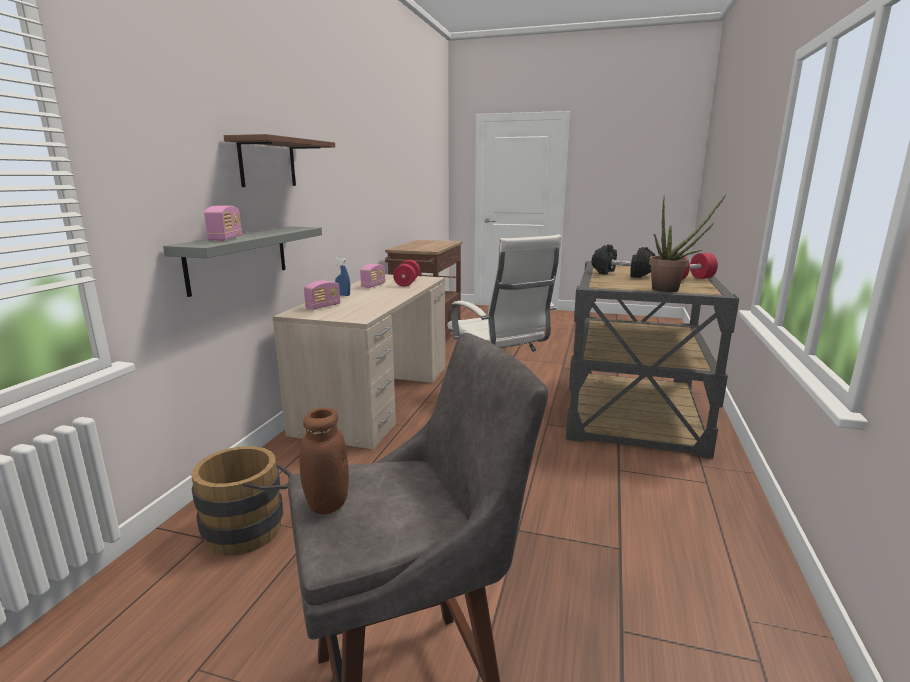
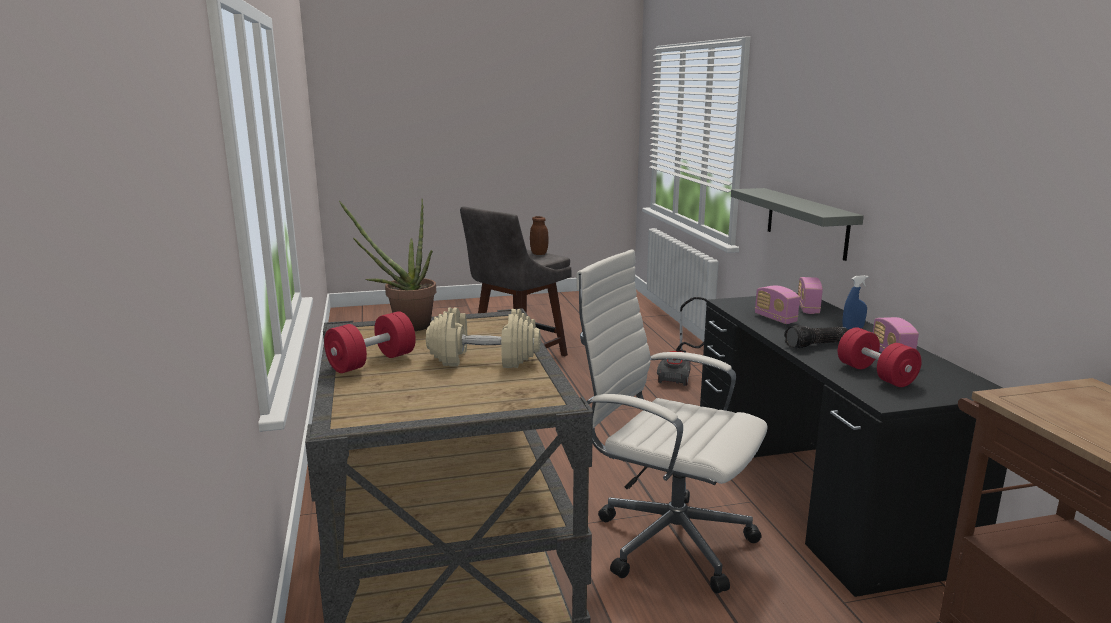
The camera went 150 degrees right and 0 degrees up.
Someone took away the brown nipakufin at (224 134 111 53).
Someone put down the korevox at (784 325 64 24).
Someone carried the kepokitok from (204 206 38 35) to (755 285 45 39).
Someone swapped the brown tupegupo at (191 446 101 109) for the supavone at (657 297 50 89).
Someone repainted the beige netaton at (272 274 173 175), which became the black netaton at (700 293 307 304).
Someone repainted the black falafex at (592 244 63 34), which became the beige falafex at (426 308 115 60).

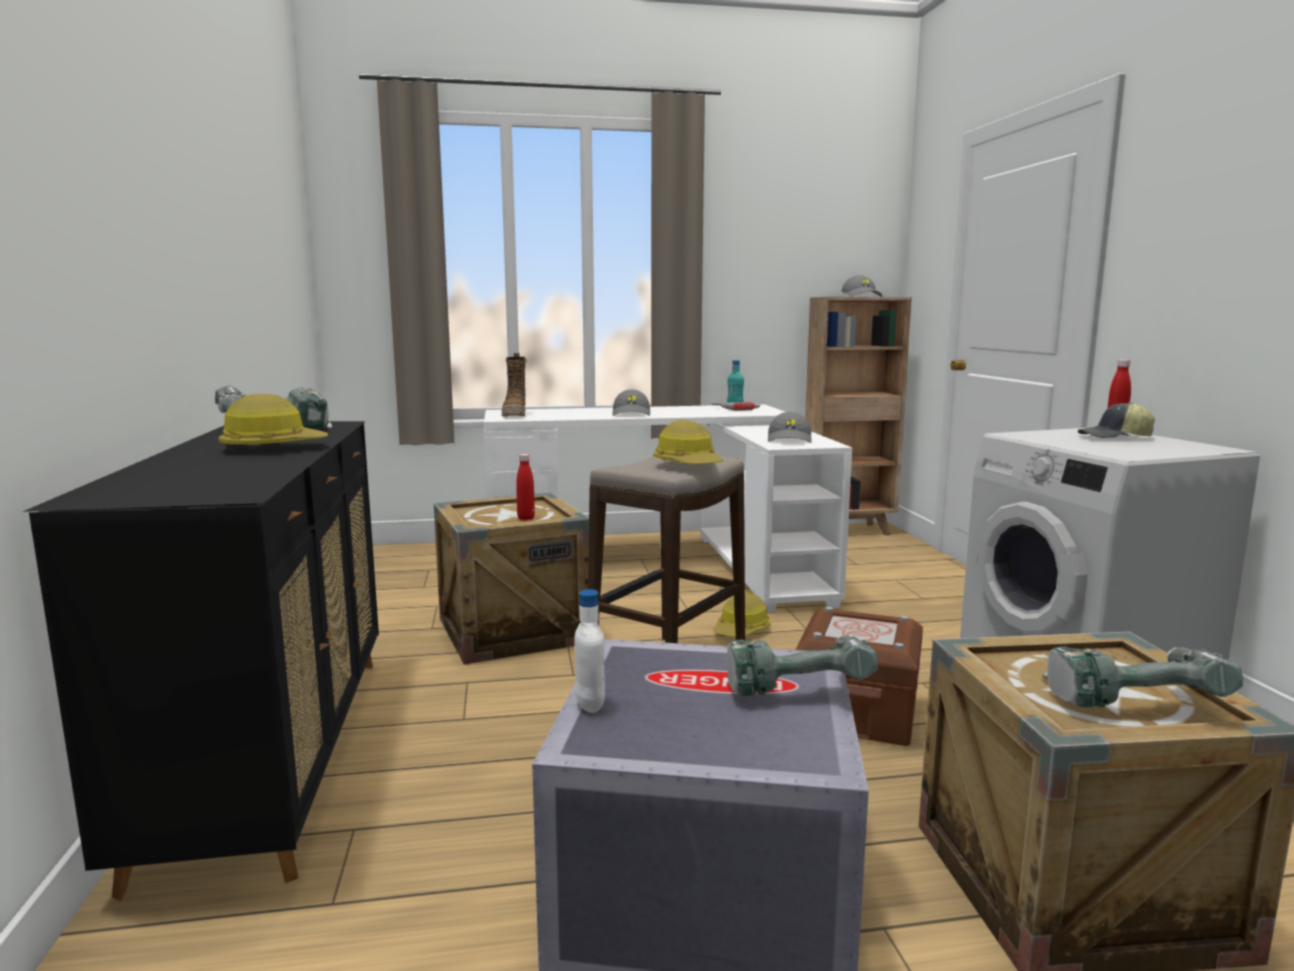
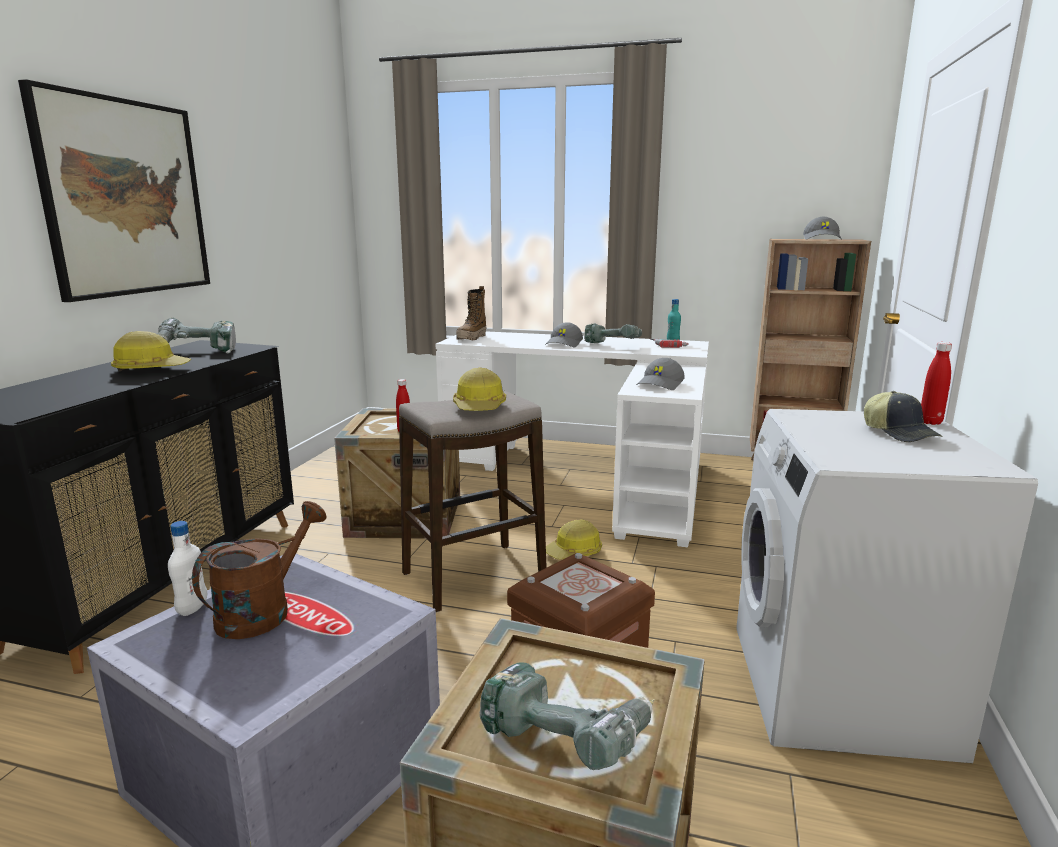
The camera went 25 degrees right and 5 degrees up.
Someone put up the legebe at (18 79 192 223).
Someone put down the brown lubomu at (192 501 135 138).
Someone carried the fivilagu from (727 635 151 61) to (584 323 58 20).
Someone rotated the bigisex at (1078 402 77 36) by 135 degrees counterclockwise.

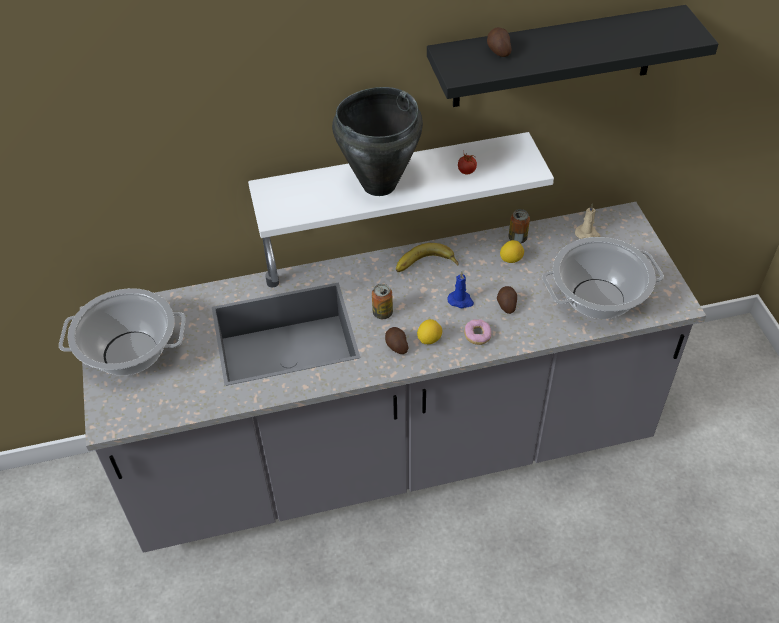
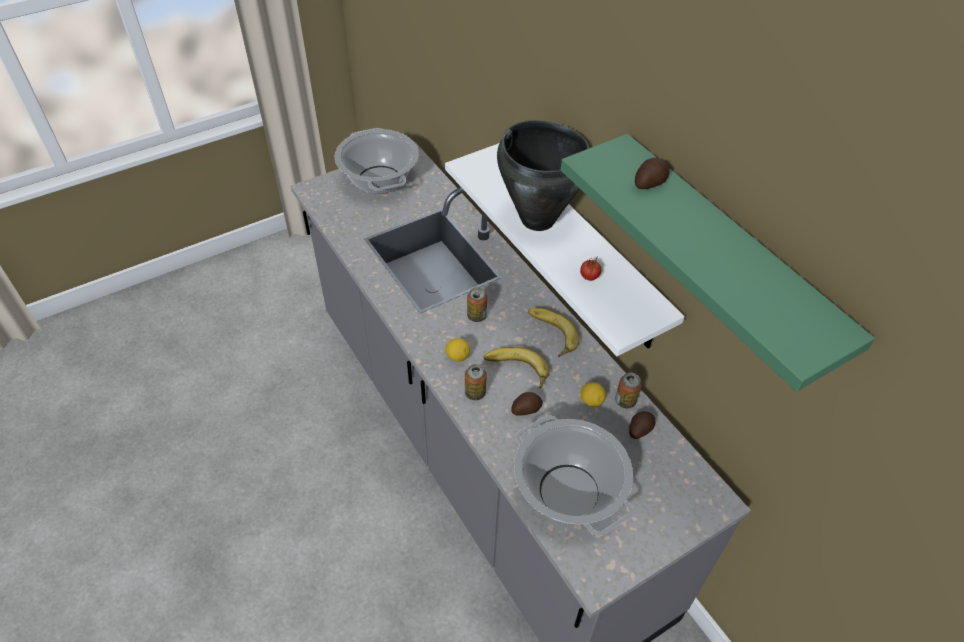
The camera went 70 degrees right and 0 degrees up.
Someone took away the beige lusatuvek at (575 204 25 35).
Someone carried the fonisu from (385 327 23 27) to (629 411 26 28).
Someone swapped the blue lusatuvek at (447 271 27 37) for the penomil at (484 347 65 41).
Someone swapped the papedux at (464 319 28 26) for the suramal at (465 364 21 36).
Someone repainted the black nipakufin at (427 5 292 102), which became the green nipakufin at (561 134 314 258).

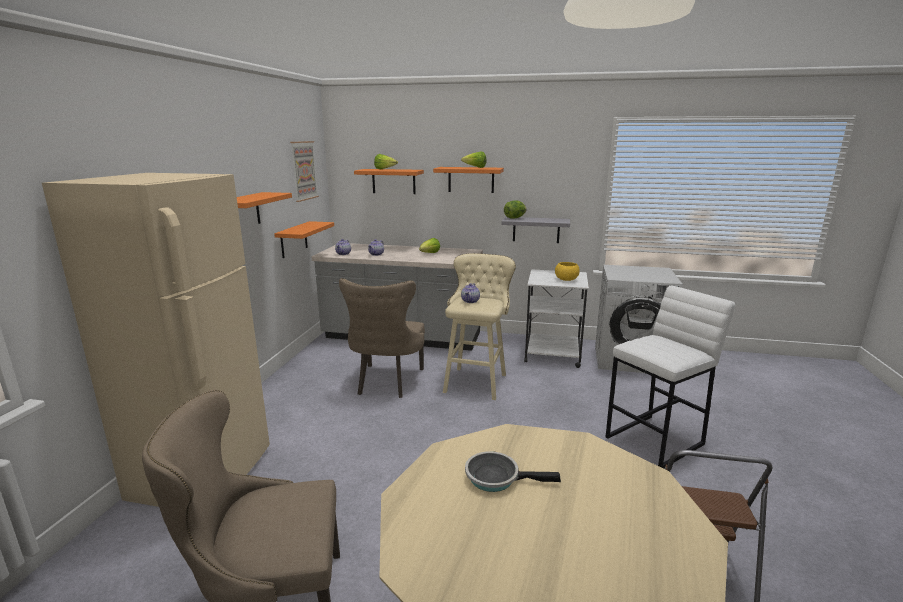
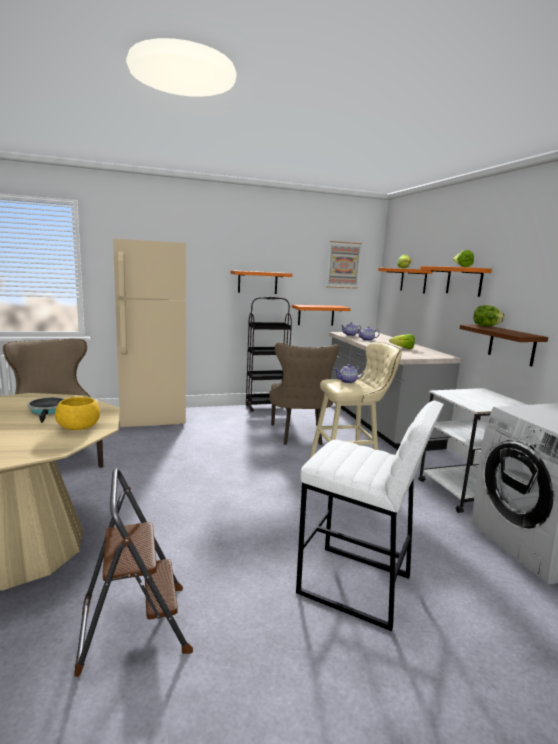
The camera went 60 degrees right and 5 degrees down.
Someone put down the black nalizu at (245 297 47 115).
Someone carried the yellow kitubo from (555 262 25 19) to (55 397 45 33).
Someone repainted the grey nipakufin at (501 217 69 26), which became the brown nipakufin at (460 325 88 42).
Someone rotated the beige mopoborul at (339 278 86 120) by 75 degrees counterclockwise.

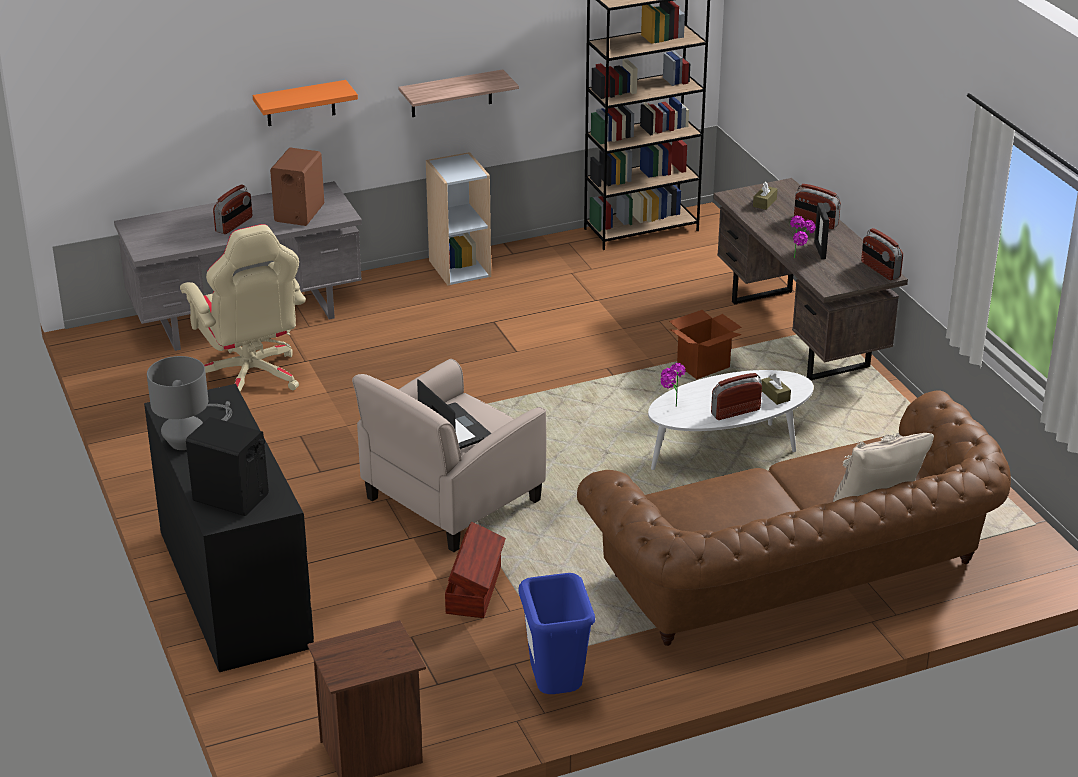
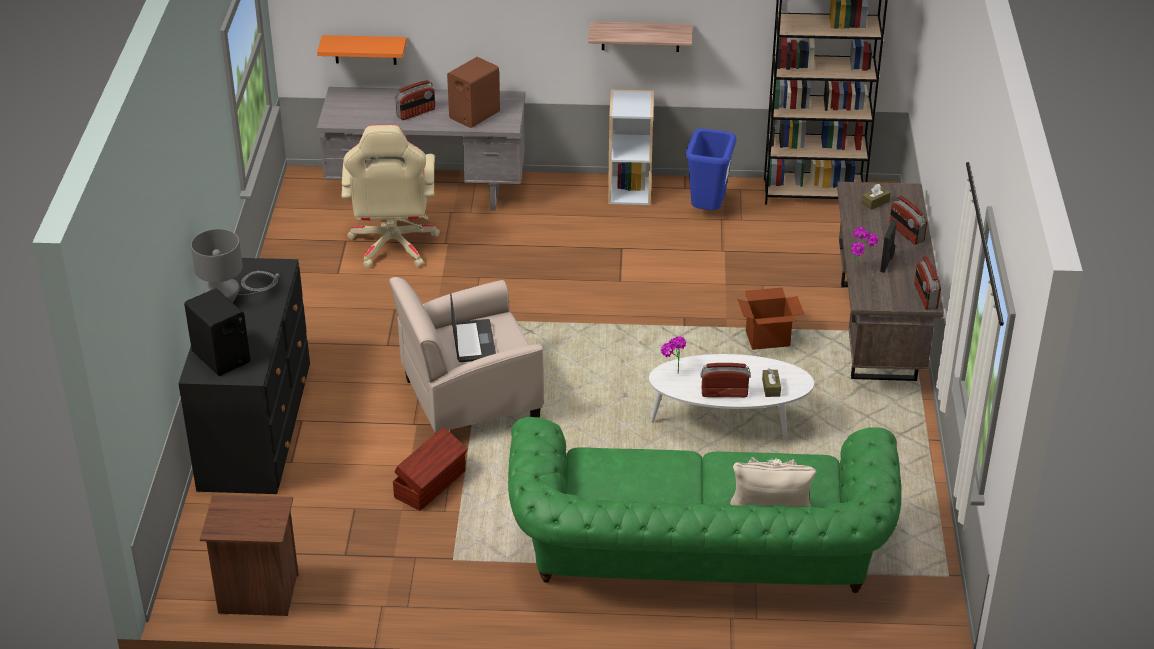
The camera went 25 degrees right and 5 degrees up.
Someone carried the orange nipakufin from (253 80 105 46) to (317 35 90 30).
Someone carried the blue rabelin from (519 573 76 121) to (685 128 51 82).
Someone repainted the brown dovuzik at (577 390 434 256), which became the green dovuzik at (508 417 393 176).

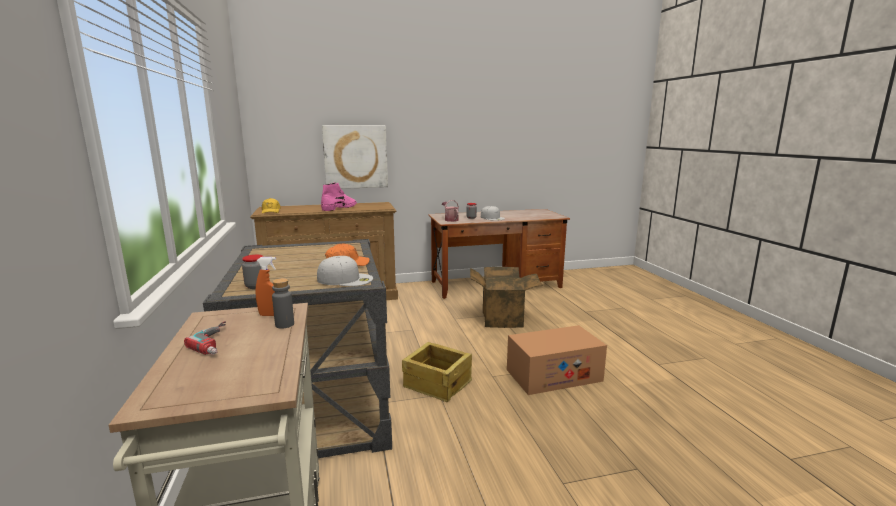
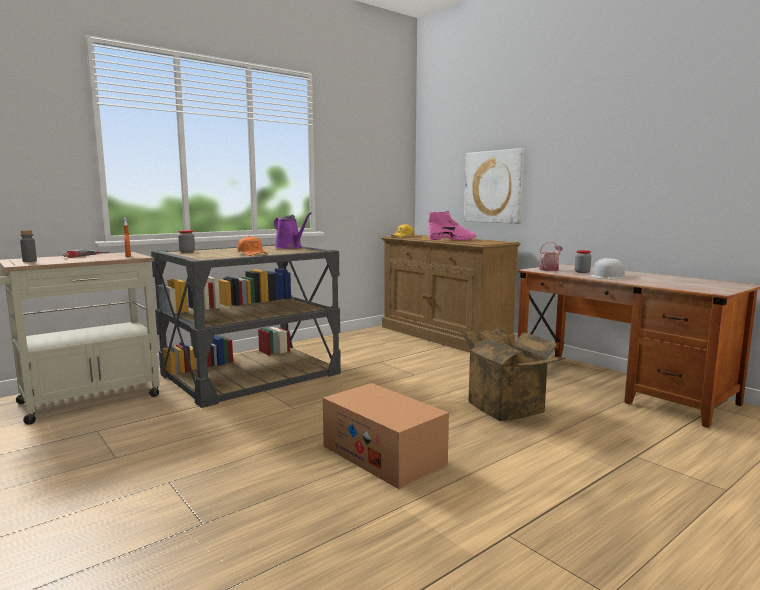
The camera went 65 degrees right and 5 degrees down.
Someone took away the white bigisex at (317 256 56 30).
Someone took away the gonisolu at (402 342 70 60).
Someone put down the purple lubomu at (274 212 38 37).
Someone carried the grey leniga from (272 278 22 51) to (20 230 17 32).

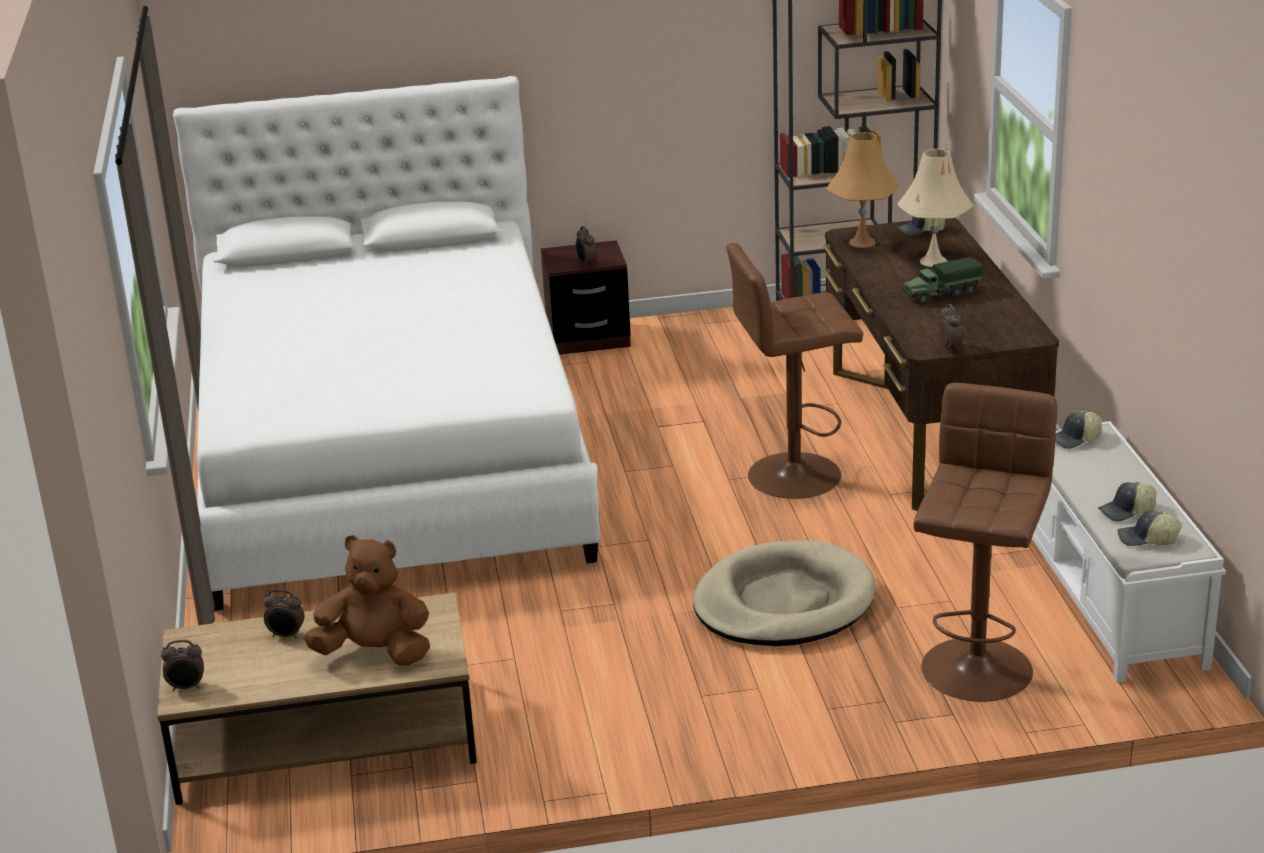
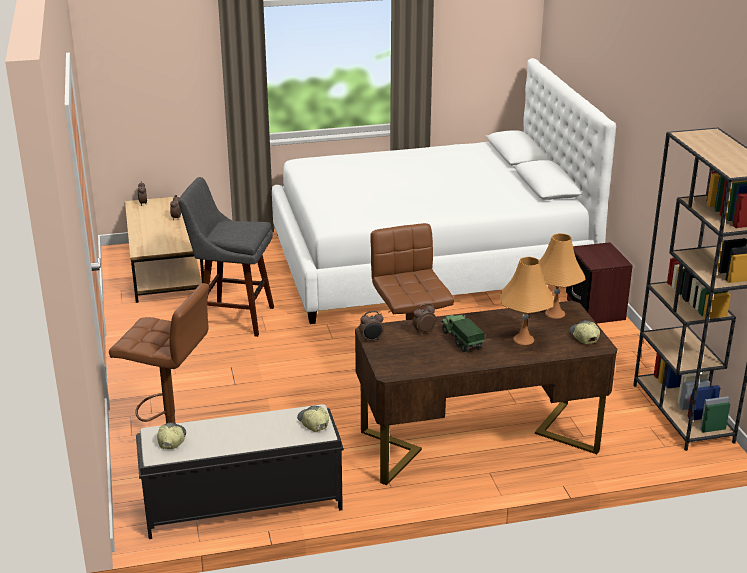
The camera went 85 degrees right and 0 degrees up.
Someone took away the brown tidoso at (303 535 127 130).
Someone took away the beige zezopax at (693 540 183 106).
Someone took away the bigisex at (1098 482 58 40).
Someone put down the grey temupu at (178 177 96 160).
Someone carried the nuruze from (576 226 21 41) to (412 303 25 32).
Someone repainted the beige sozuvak at (897 149 76 118), which became the orange sozuvak at (500 257 54 88).
Someone repainted the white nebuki at (1032 421 194 262), which became the black nebuki at (136 404 208 135).

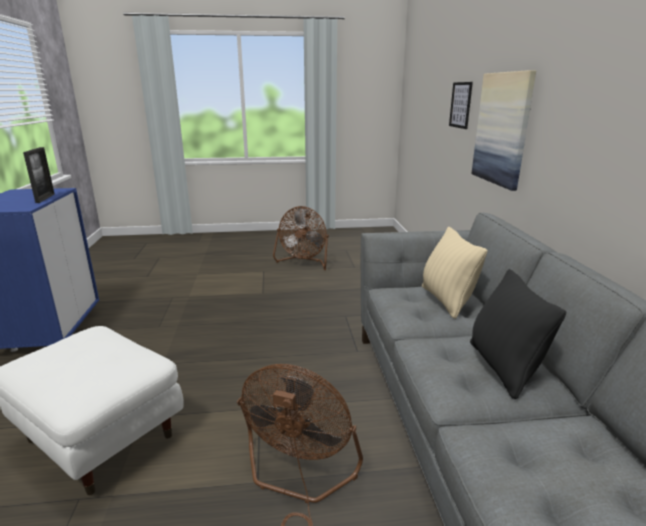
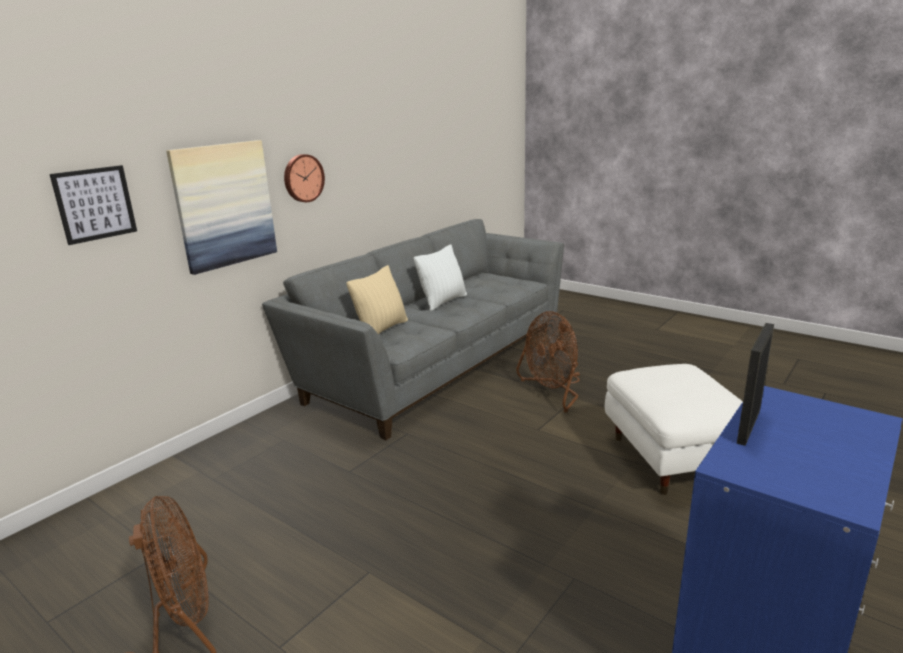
The camera went 135 degrees left and 0 degrees up.
Someone put up the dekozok at (284 154 41 48).
Someone repainted the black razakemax at (470 269 96 130), which became the white razakemax at (414 244 53 67).

